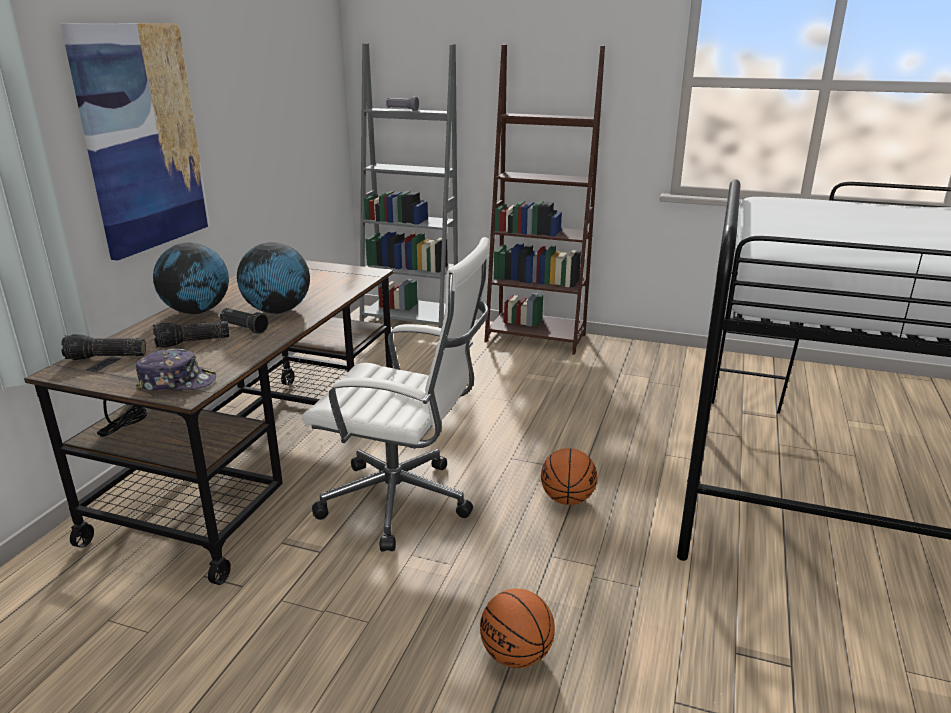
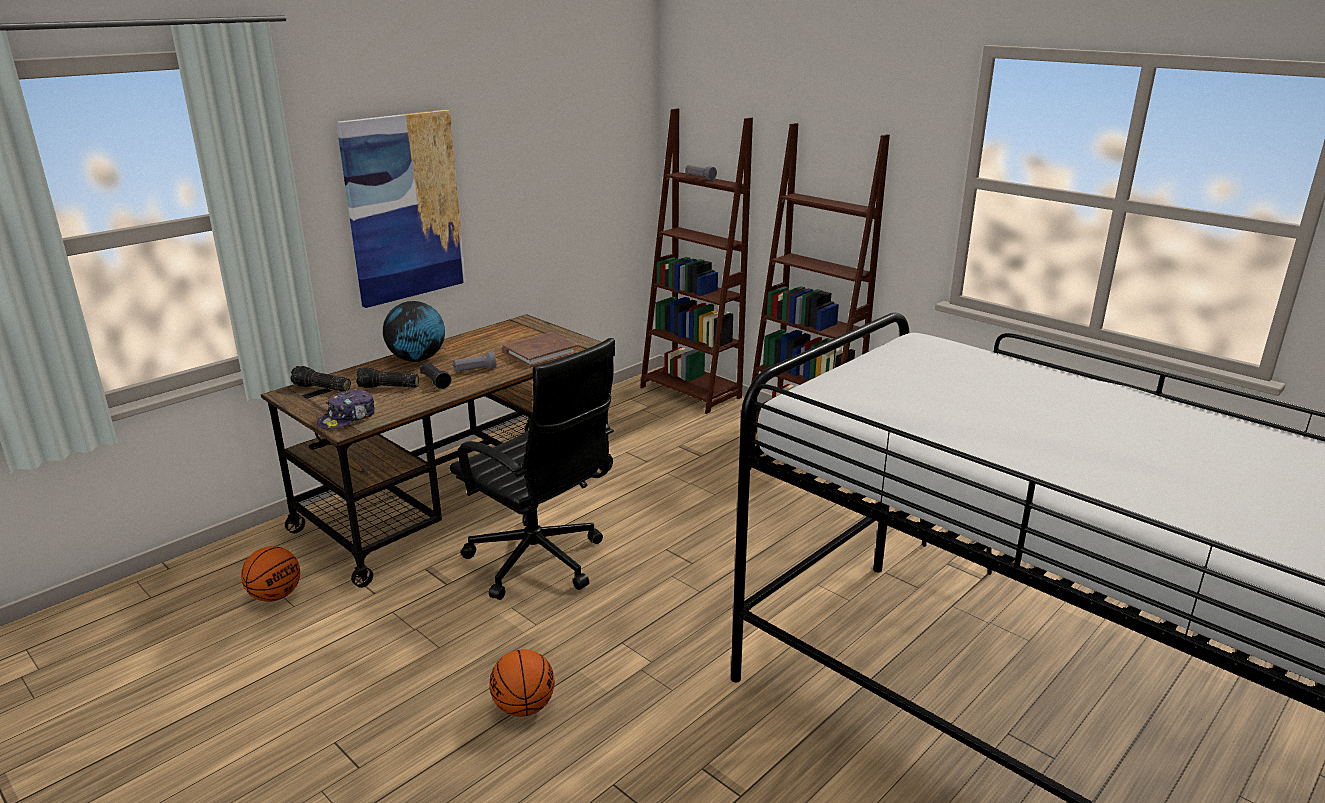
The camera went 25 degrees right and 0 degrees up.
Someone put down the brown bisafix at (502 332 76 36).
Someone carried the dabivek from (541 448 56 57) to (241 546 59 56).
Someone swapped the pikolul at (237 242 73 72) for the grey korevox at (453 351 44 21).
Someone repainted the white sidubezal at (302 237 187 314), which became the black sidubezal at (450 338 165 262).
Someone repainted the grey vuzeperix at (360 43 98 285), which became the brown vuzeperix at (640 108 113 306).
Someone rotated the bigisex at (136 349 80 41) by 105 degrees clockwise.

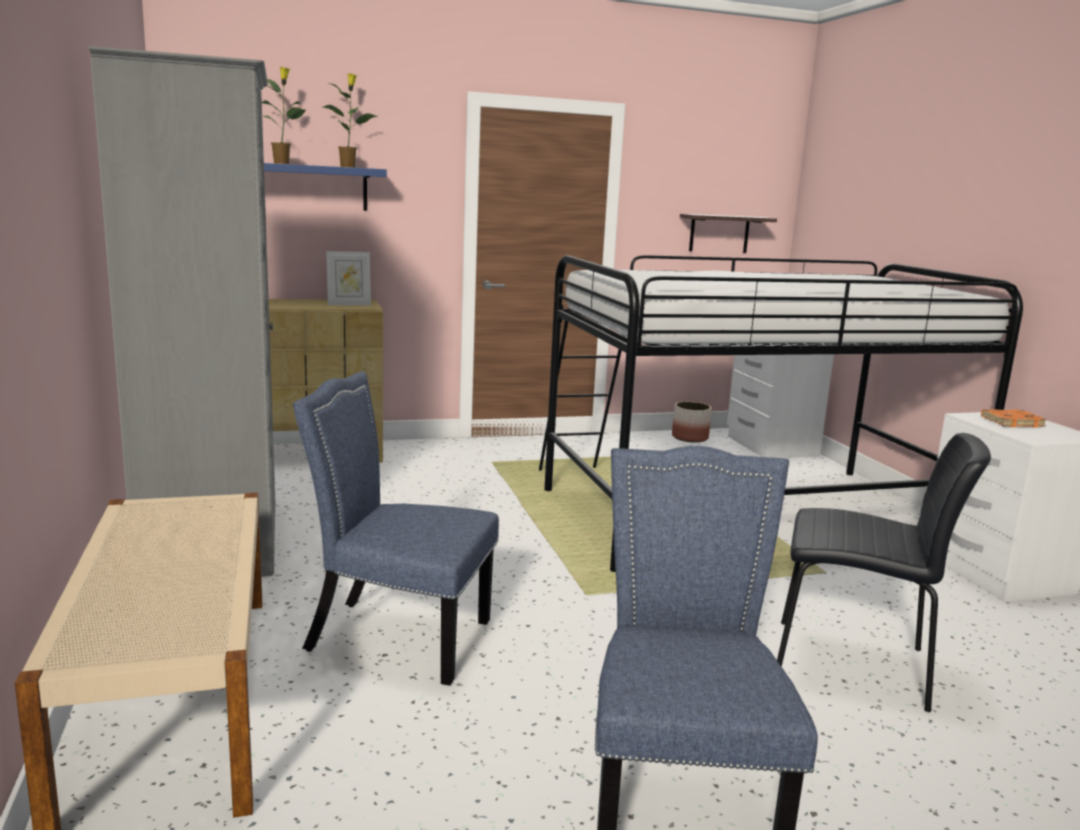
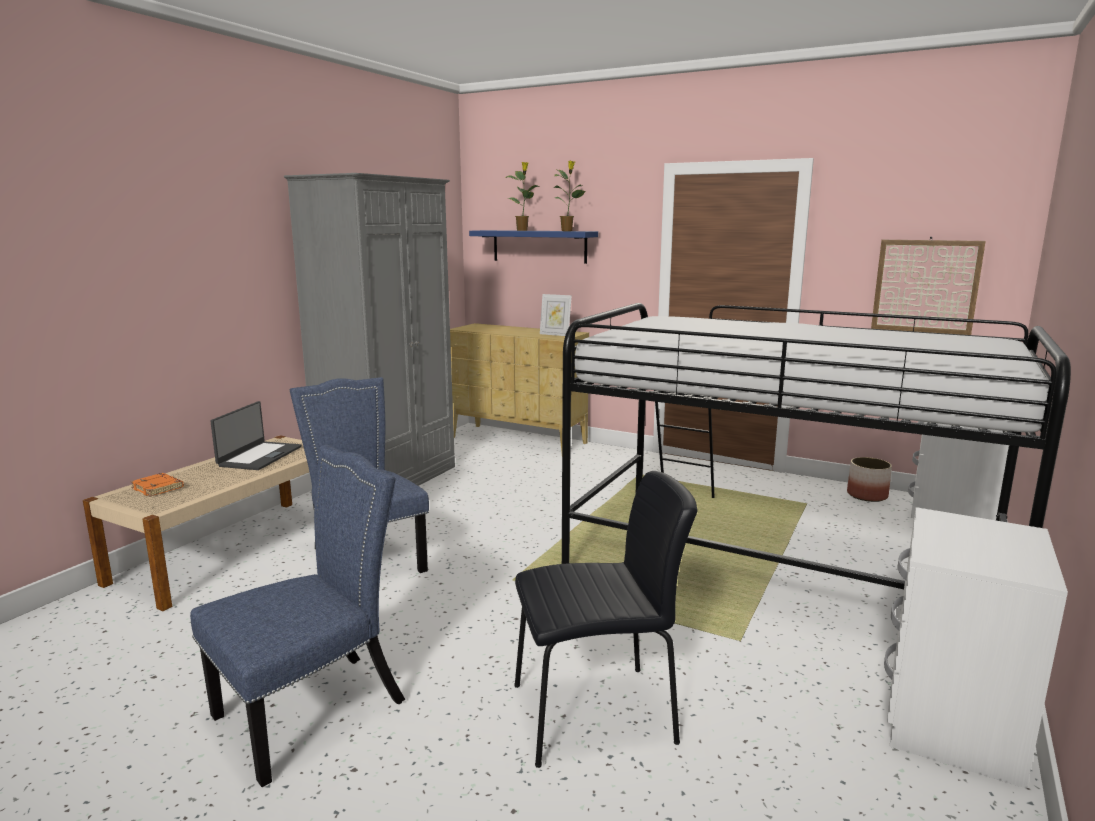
The camera went 45 degrees right and 0 degrees up.
Someone put down the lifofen at (210 401 92 69).
Someone carried the orange bisafix from (981 409 66 19) to (130 473 54 24).
Someone swapped the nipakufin at (680 214 97 39) for the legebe at (871 237 115 98).
Someone rotated the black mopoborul at (777 433 214 279) by 75 degrees counterclockwise.

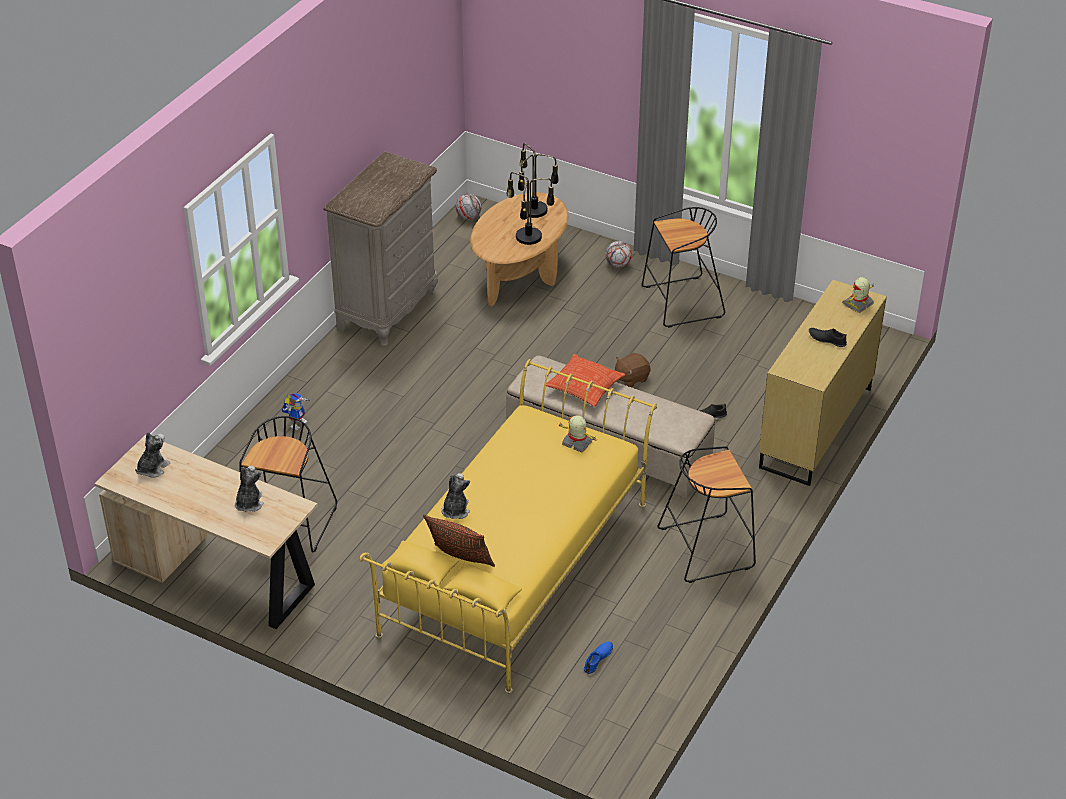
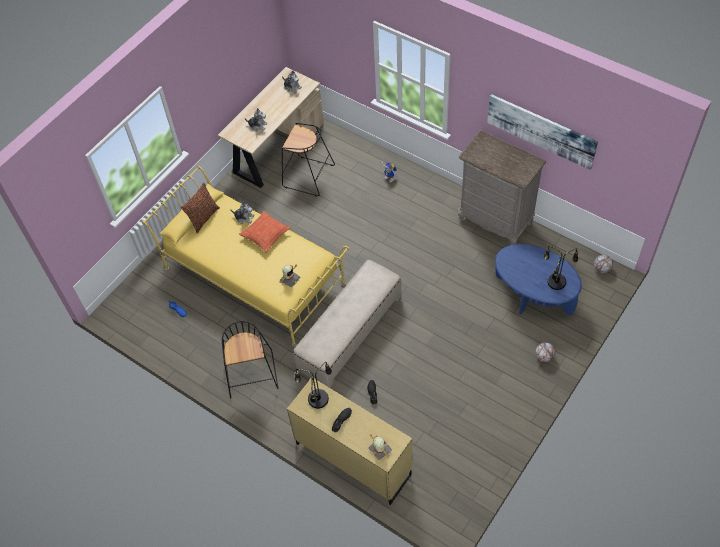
The camera went 100 degrees right and 15 degrees up.
Someone took away the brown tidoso at (615 353 36 34).
Someone took away the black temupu at (642 207 83 121).
Someone put up the legebe at (487 94 111 76).
Someone carried the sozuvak from (507 172 47 73) to (295 362 37 47).
Someone carried the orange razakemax from (546 354 79 53) to (239 211 52 42).
Someone repainted the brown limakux at (470 192 98 115), which became the blue limakux at (495 244 87 72).

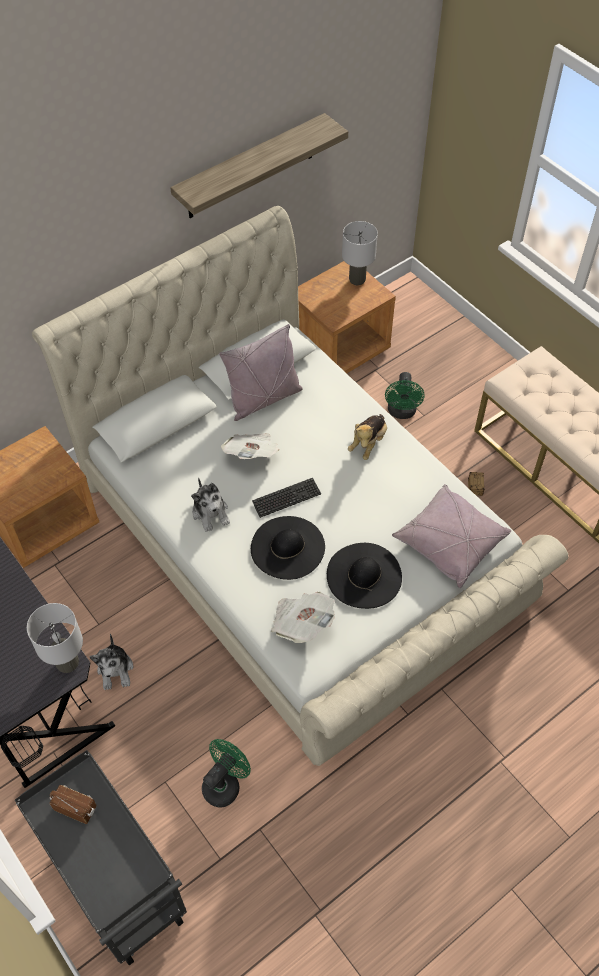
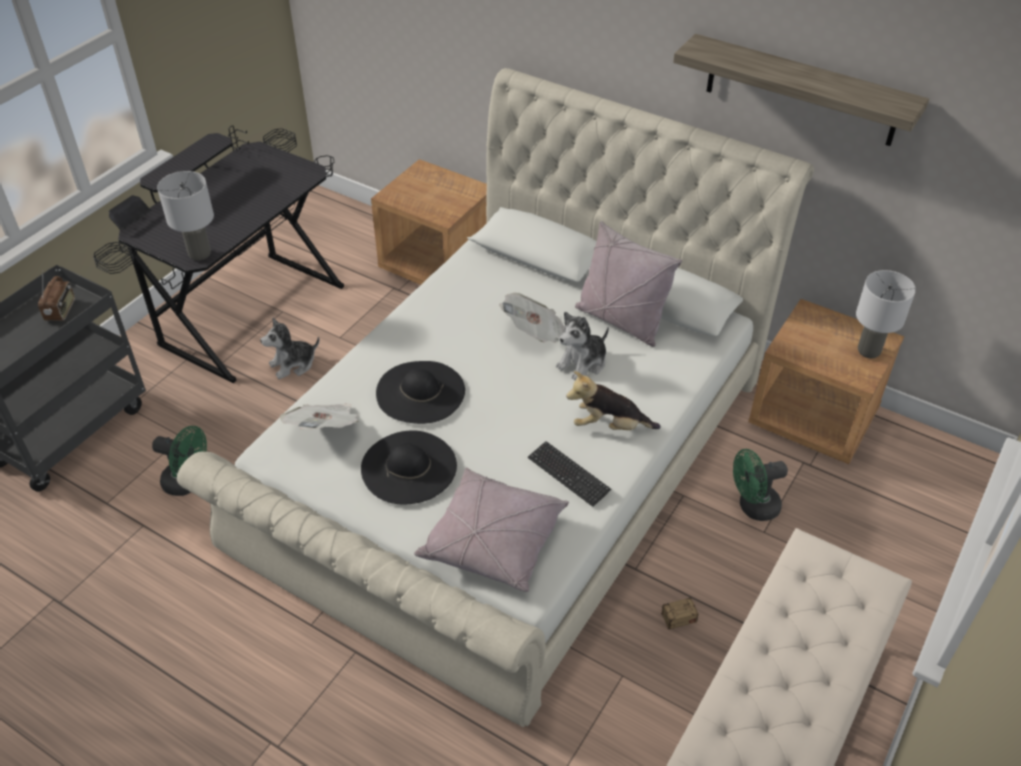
The camera went 70 degrees right and 10 degrees down.
Someone carried the tidoso from (191 478 39 54) to (556 312 53 68).
Someone carried the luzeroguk from (252 478 69 40) to (528 441 83 66).

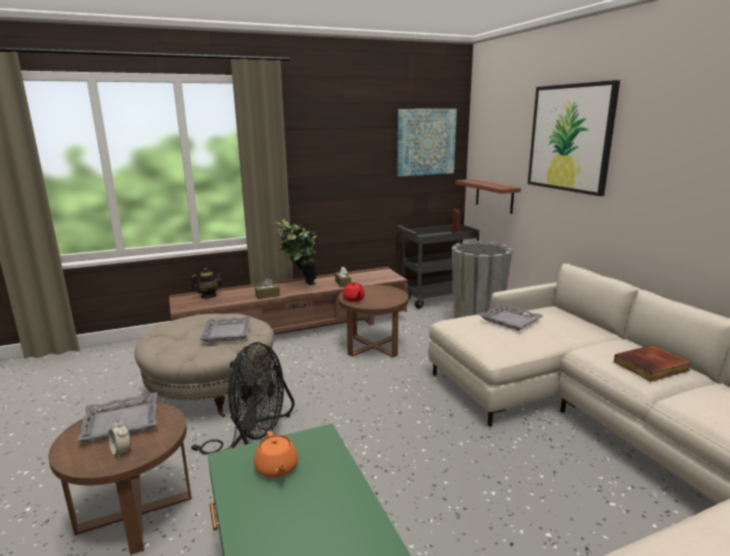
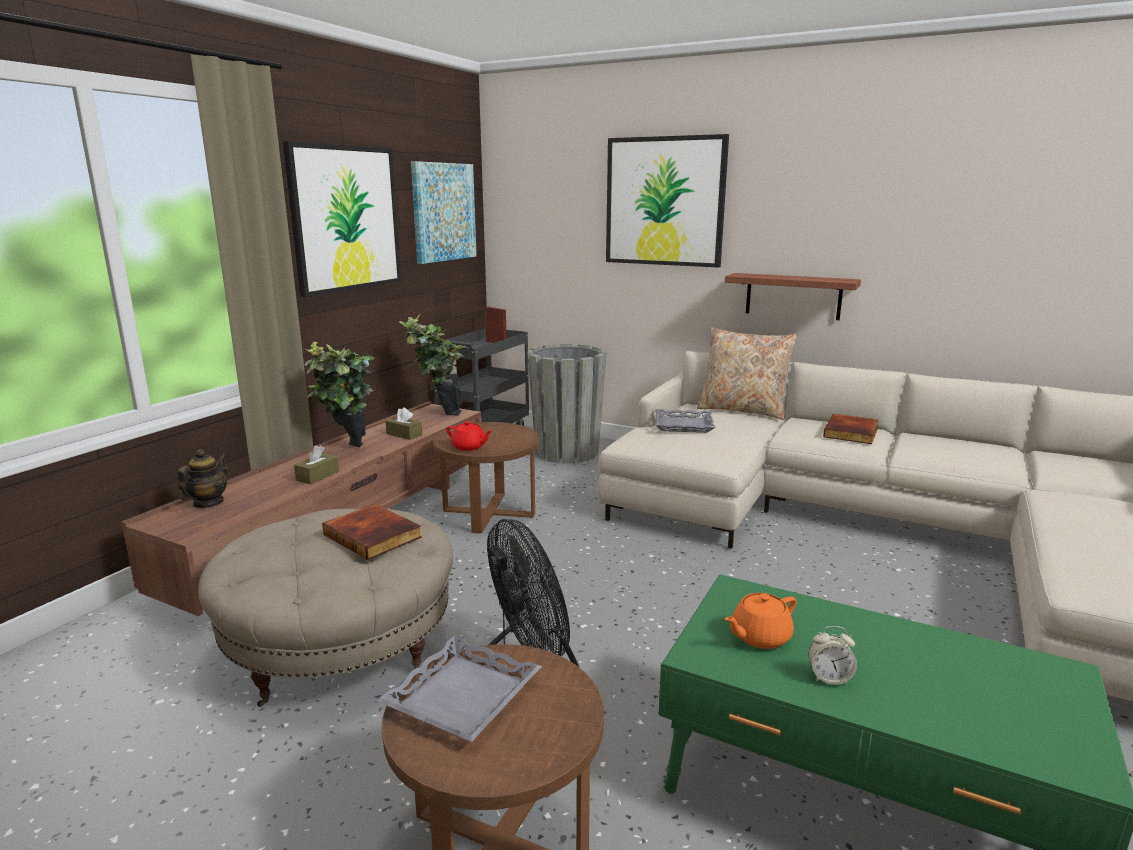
The camera went 40 degrees left and 0 degrees up.
Someone put up the legebe at (283 141 118 156).
Someone put down the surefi at (399 314 66 101).
Someone put down the beige razakemax at (697 327 101 93).
Someone carried the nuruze from (108 419 23 38) to (808 626 49 59).
Someone carried the nipakufin from (455 179 66 35) to (725 273 136 47).
Someone swapped the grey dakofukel at (200 316 51 26) for the bisafix at (322 504 100 56).
Someone rotated the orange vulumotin at (254 431 44 47) by 120 degrees clockwise.

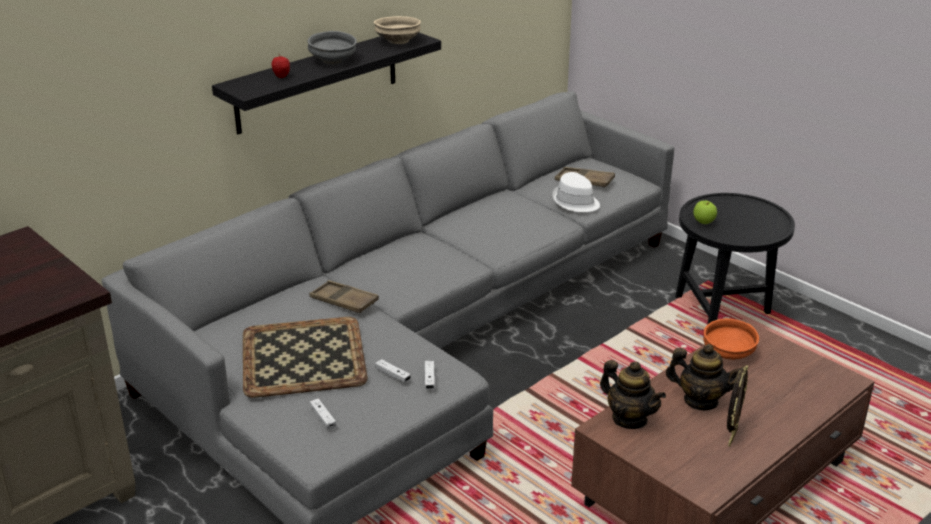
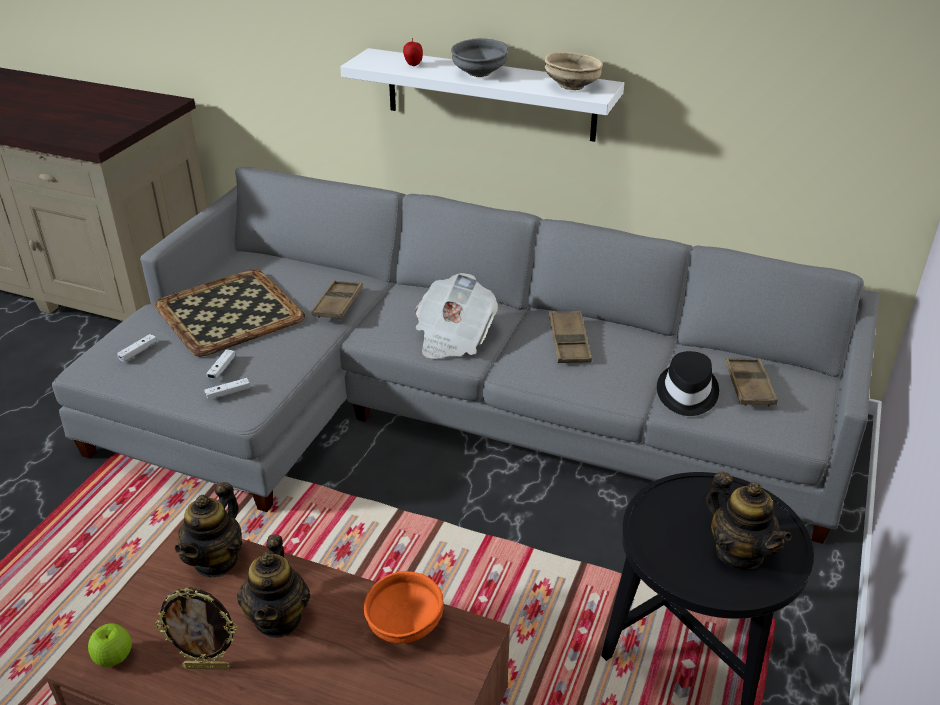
The camera went 65 degrees right and 5 degrees up.
Someone put down the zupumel at (415 273 83 86).
Someone put down the brown dakofukel at (549 310 43 53).
Someone put down the vulumotin at (706 472 85 97).
Someone carried the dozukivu from (693 200 24 24) to (88 623 44 44).
Someone repainted the black nipakufin at (212 33 229 101), which became the white nipakufin at (340 48 284 94).
Someone repainted the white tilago at (552 172 48 40), which became the black tilago at (657 351 62 65).

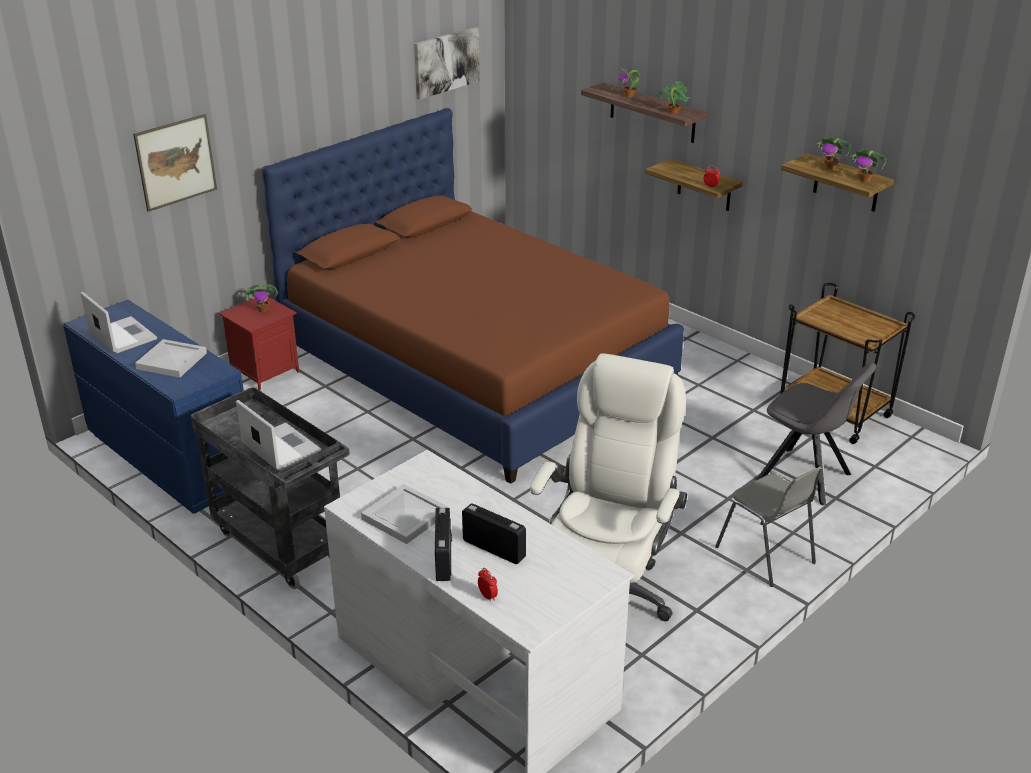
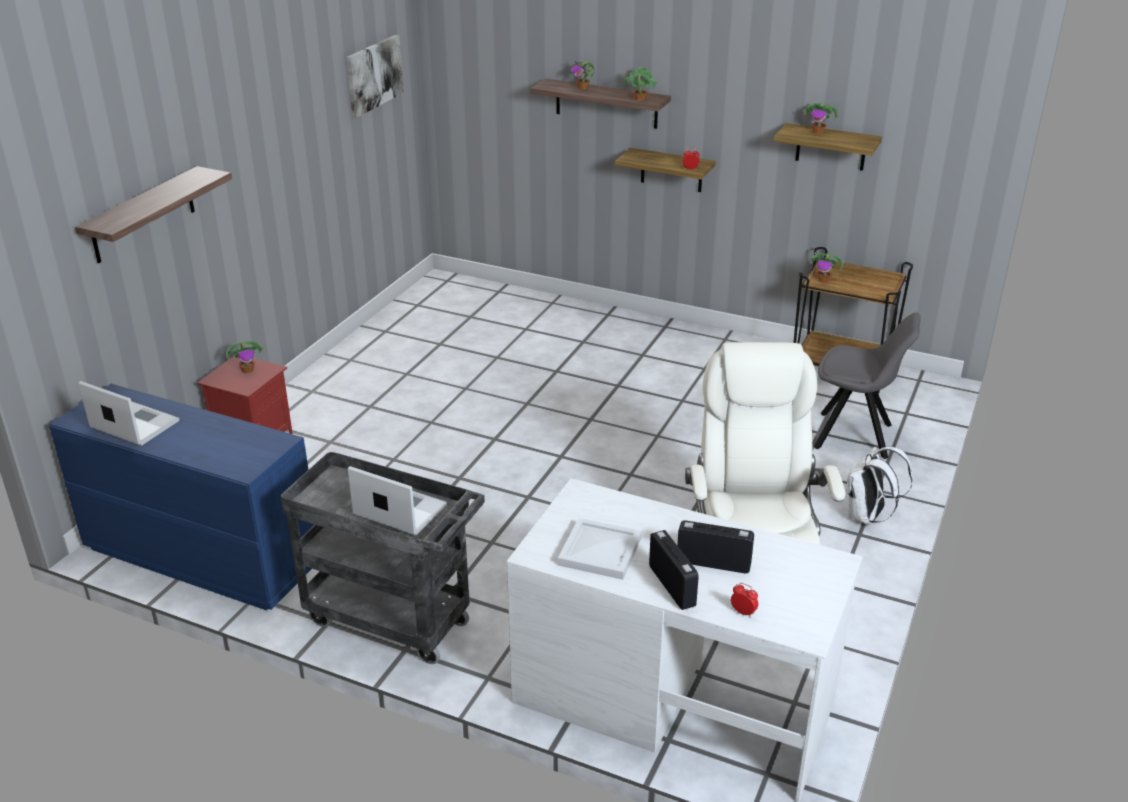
The camera went 20 degrees left and 0 degrees up.
Someone took away the white dakofukel at (135 339 72 39).
Someone took away the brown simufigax at (261 108 423 376).
Someone carried the surefi from (851 150 35 32) to (809 253 34 30).
Someone swapped the legebe at (133 114 84 98) for the nipakufin at (75 166 157 97).
Someone swapped the grey mopoborul at (715 467 108 120) for the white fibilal at (846 447 66 78).

